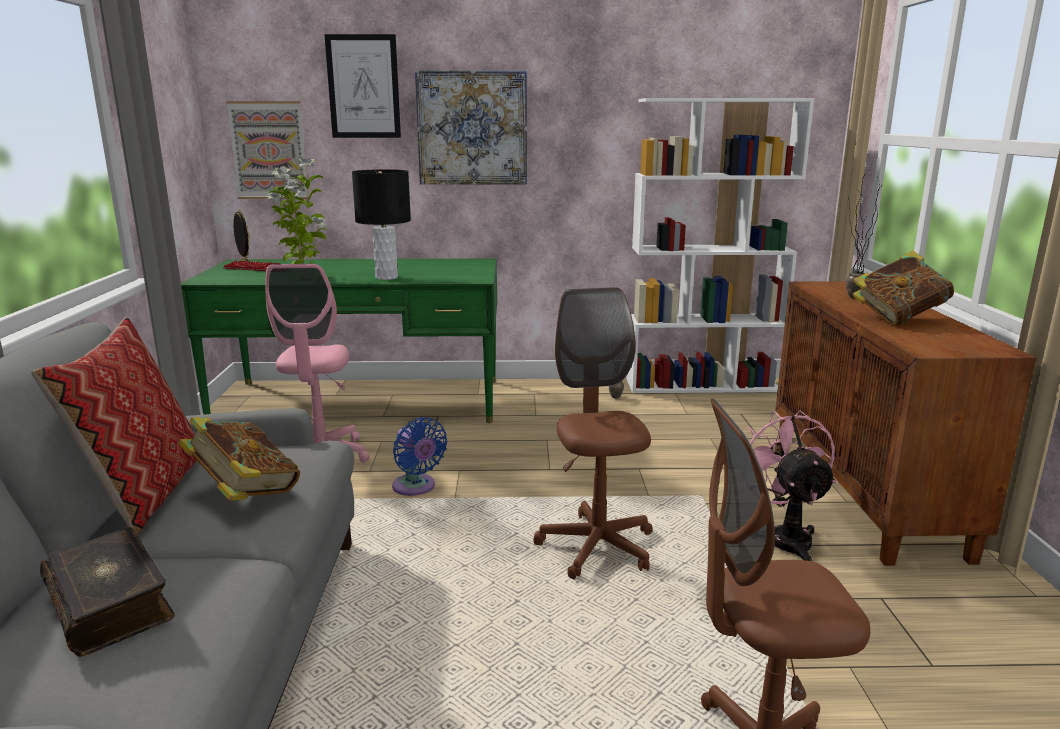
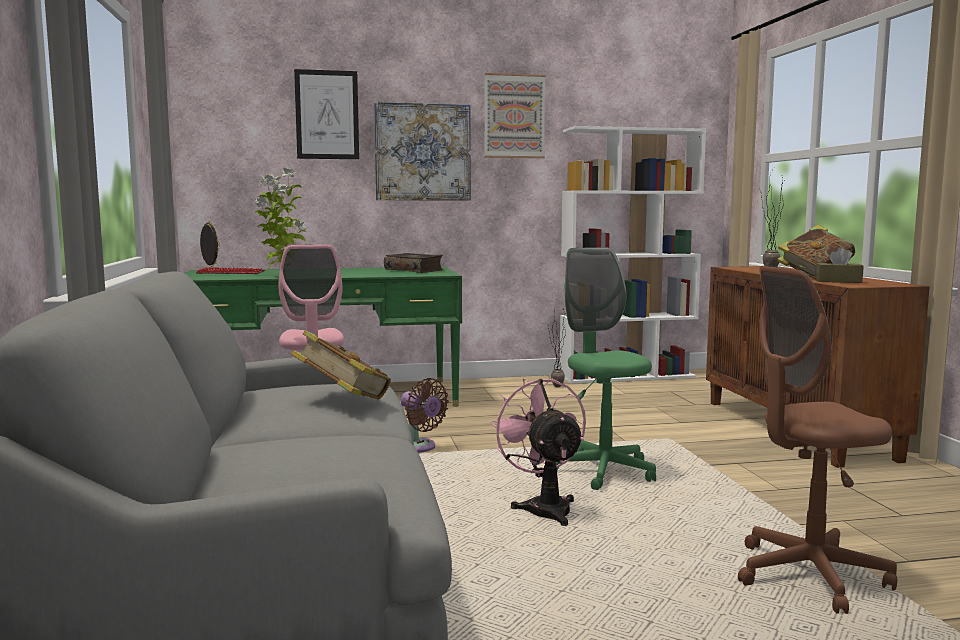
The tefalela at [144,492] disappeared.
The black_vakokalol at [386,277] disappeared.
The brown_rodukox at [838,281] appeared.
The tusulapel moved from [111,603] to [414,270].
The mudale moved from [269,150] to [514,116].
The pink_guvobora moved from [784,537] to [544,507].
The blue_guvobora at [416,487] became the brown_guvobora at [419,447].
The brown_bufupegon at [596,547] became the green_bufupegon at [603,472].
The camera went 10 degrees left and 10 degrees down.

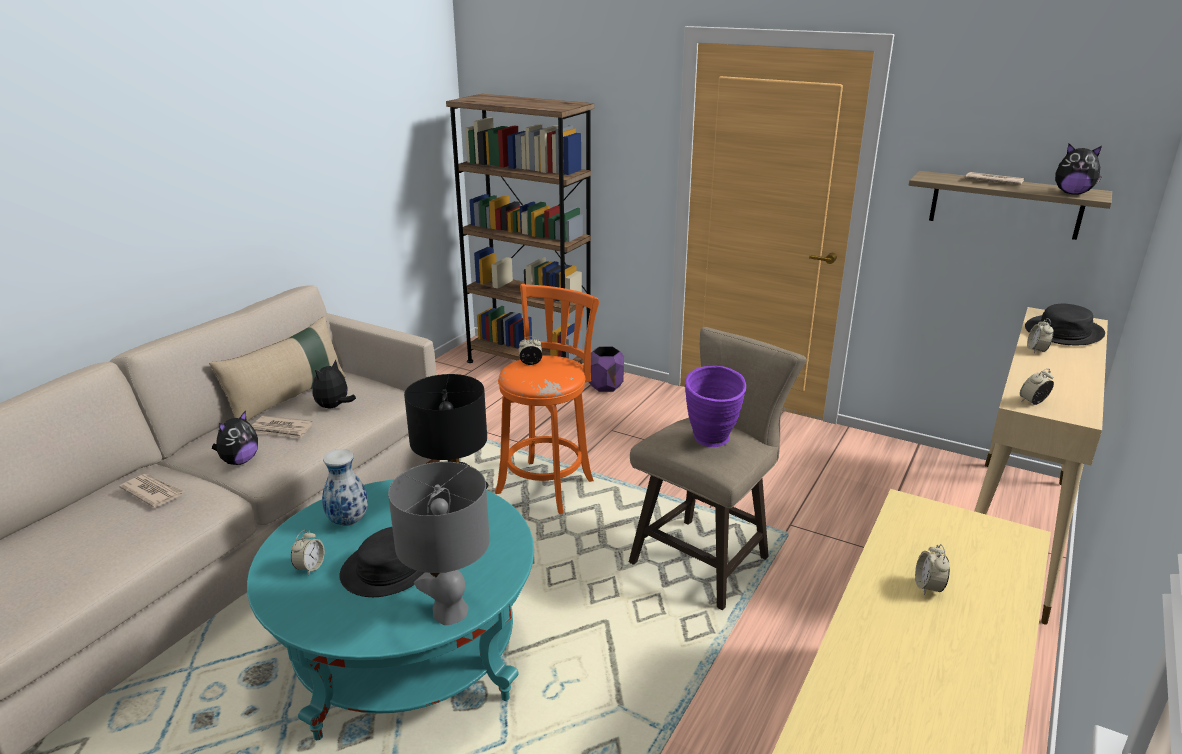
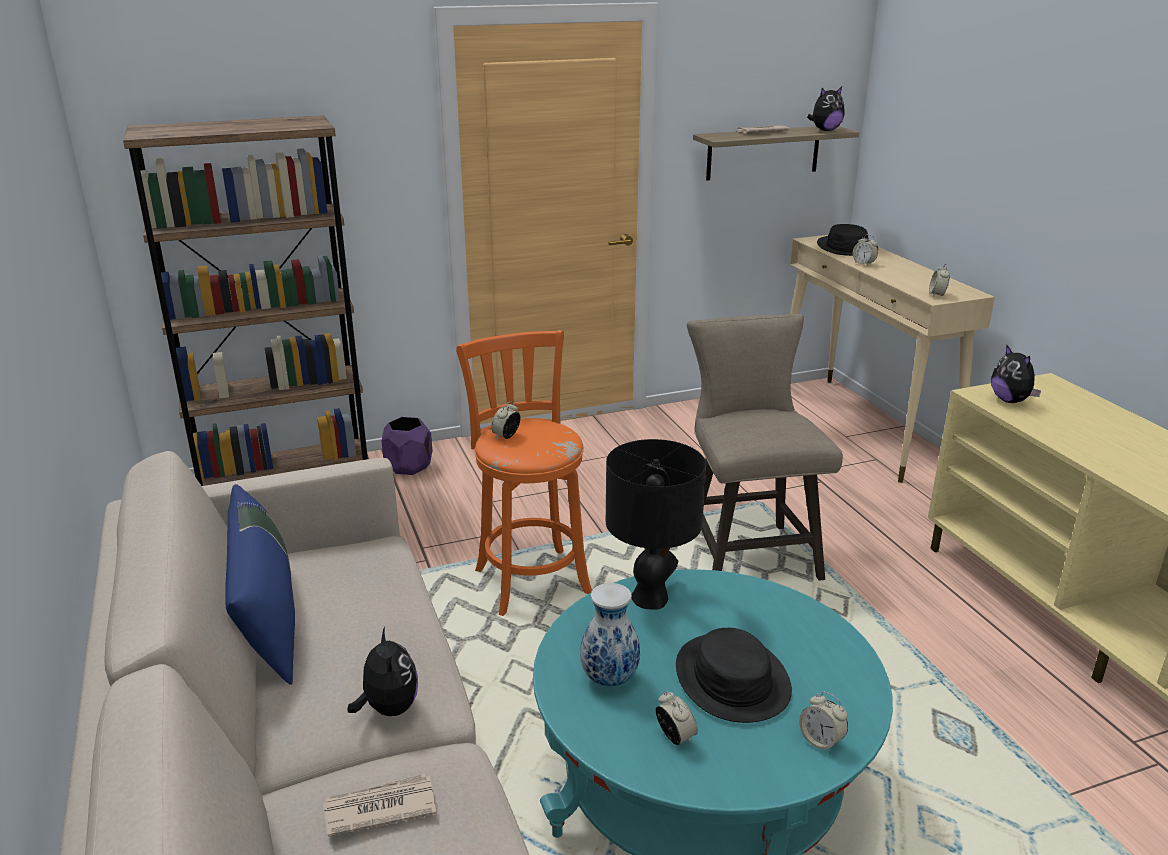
The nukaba at [281,430] disappeared.
The grey_vakokalol at [449,611] disappeared.
The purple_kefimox at [712,443] disappeared.
The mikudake moved from [334,407] to [1010,401].
The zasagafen moved from [928,587] to [821,741].
The beige_tefalela at [288,398] became the blue_tefalela at [268,620].
The camera went 50 degrees left and 0 degrees up.

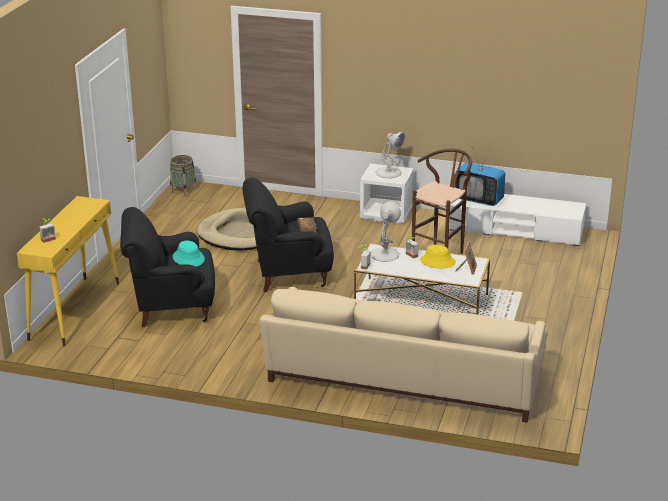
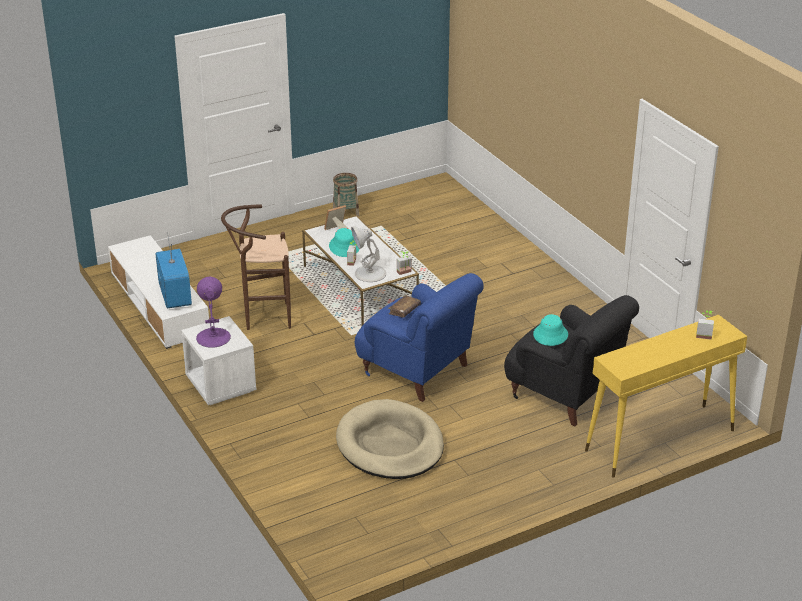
The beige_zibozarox at [404,377] disappeared.
The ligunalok moved from [183,191] to [346,213].
The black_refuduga at [289,273] became the blue_refuduga at [417,371].
The white_vakokalol at [389,172] became the purple_vakokalol at [213,337].
The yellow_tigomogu at [437,262] became the turquoise_tigomogu at [344,246].
The camera went 135 degrees left and 5 degrees up.

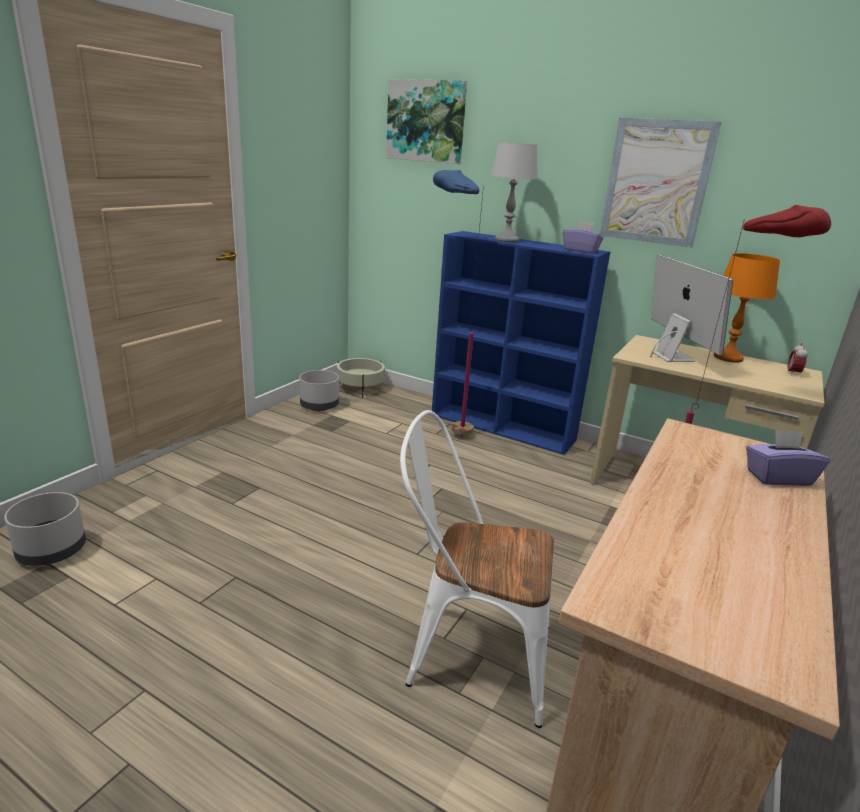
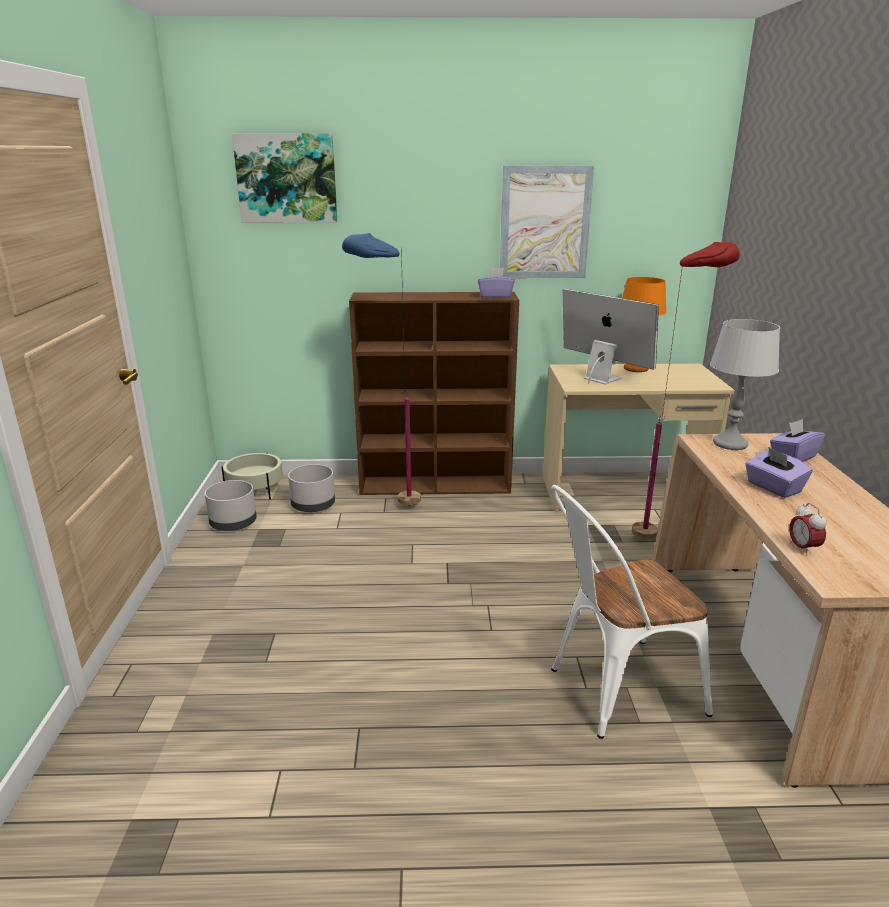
The purple_rodukox at [773,488] appeared.
The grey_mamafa moved from [52,550] to [313,505].
The grey_vakokalol moved from [506,240] to [730,444].
The zasagafen moved from [793,373] to [802,548].
The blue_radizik at [503,427] became the brown_radizik at [436,485].
The camera went 30 degrees left and 0 degrees up.

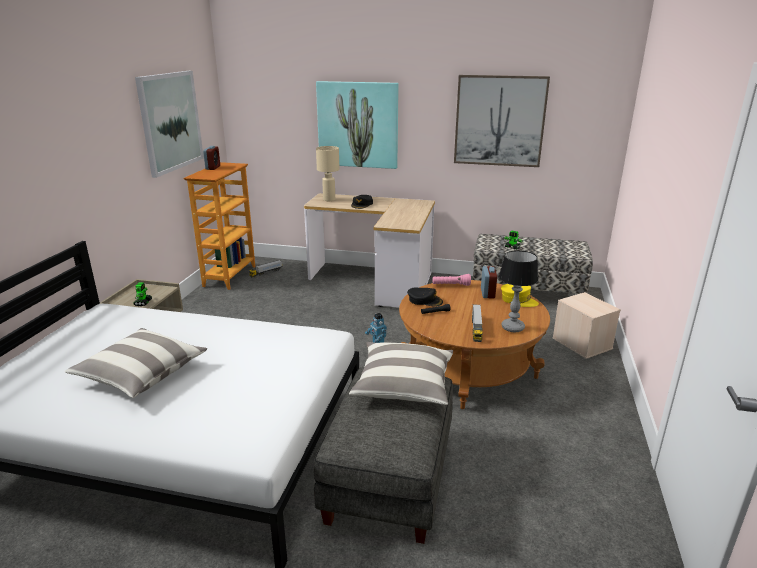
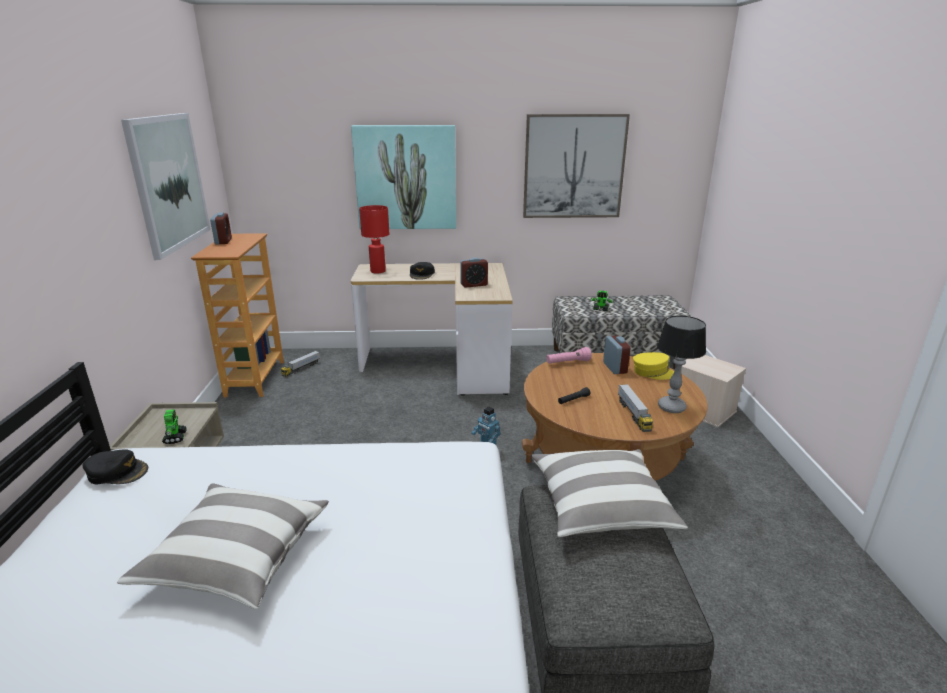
The zasagafen at [474,285] appeared.
The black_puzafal moved from [425,300] to [117,472].
The beige_vakokalol at [329,200] became the red_vakokalol at [378,271].
The camera went 15 degrees left and 0 degrees up.

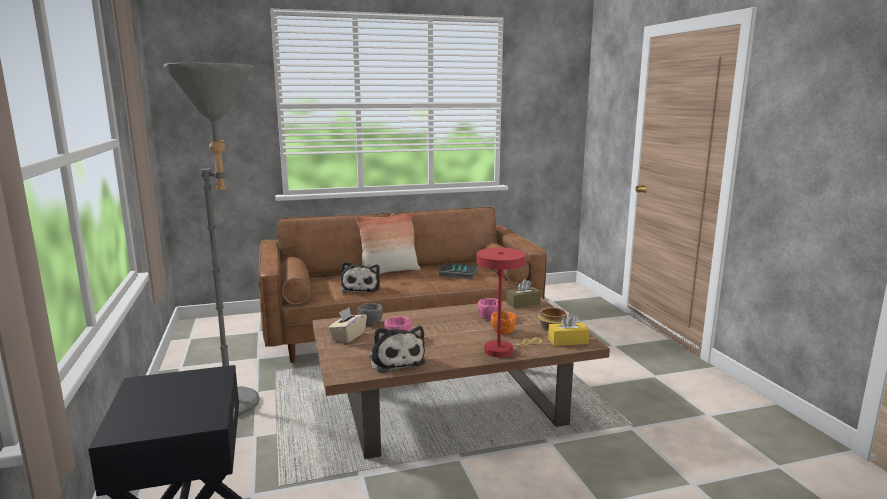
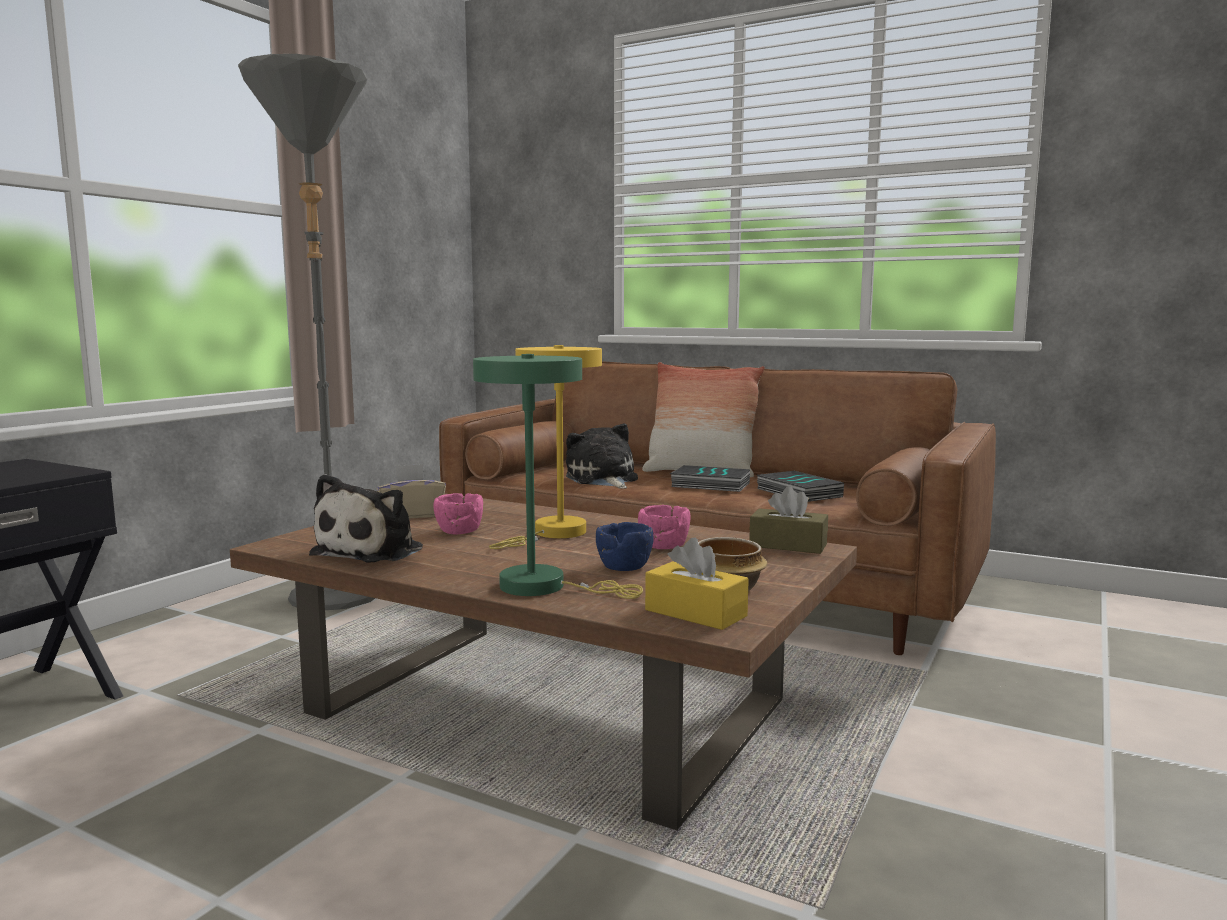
The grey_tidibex at [371,322] disappeared.
The yellow_vakokalol at [554,534] appeared.
The tusulapel at [709,485] appeared.
The red_vakokalol at [503,350] became the green_vakokalol at [544,586].
The orange_tidibex at [503,331] became the blue_tidibex at [624,567].
The mikudake at [361,288] turned 120 degrees clockwise.
The camera went 45 degrees right and 5 degrees down.

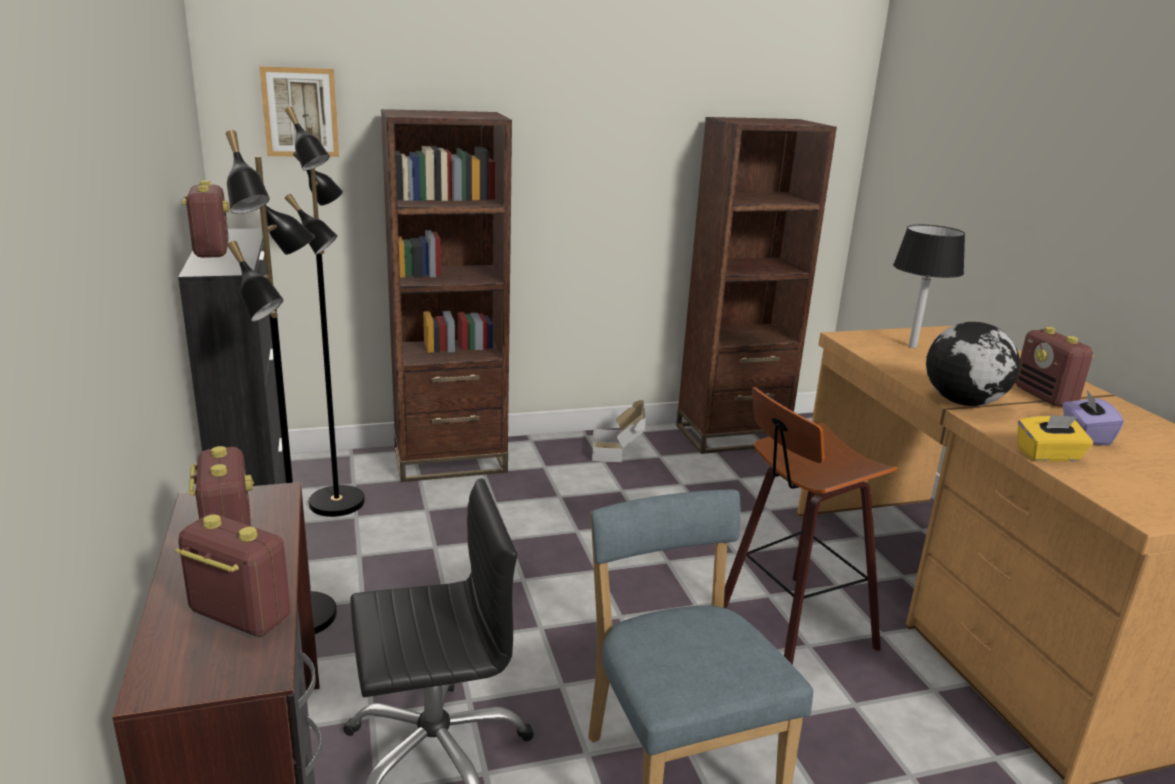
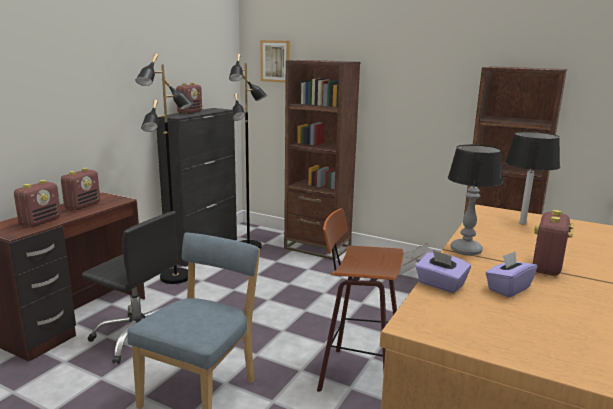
The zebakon at [964,402] was replaced by the vakokalol at [466,251].
The yellow_rodukox at [1048,456] became the purple_rodukox at [440,285].
The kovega at [239,616] turned 45 degrees clockwise.
The camera went 45 degrees right and 5 degrees down.

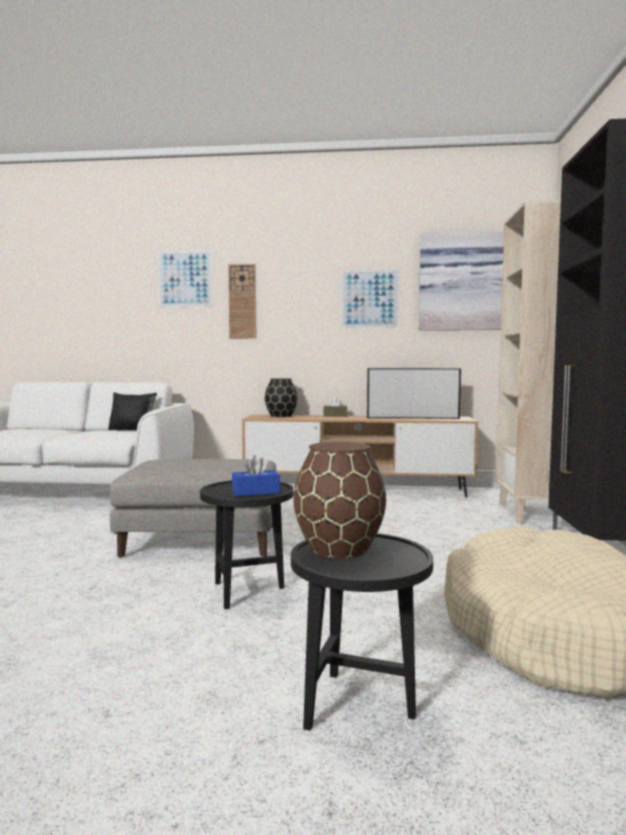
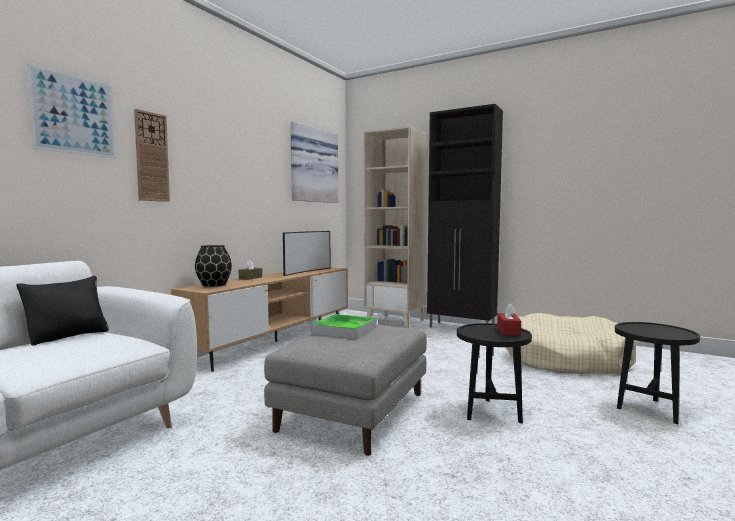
The brown_kefimox at [338,548] disappeared.
The mudale at [370,299] disappeared.
The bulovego at [344,330] appeared.
The blue_rodukox at [255,492] became the red_rodukox at [508,330].
The camera went 65 degrees left and 0 degrees up.

